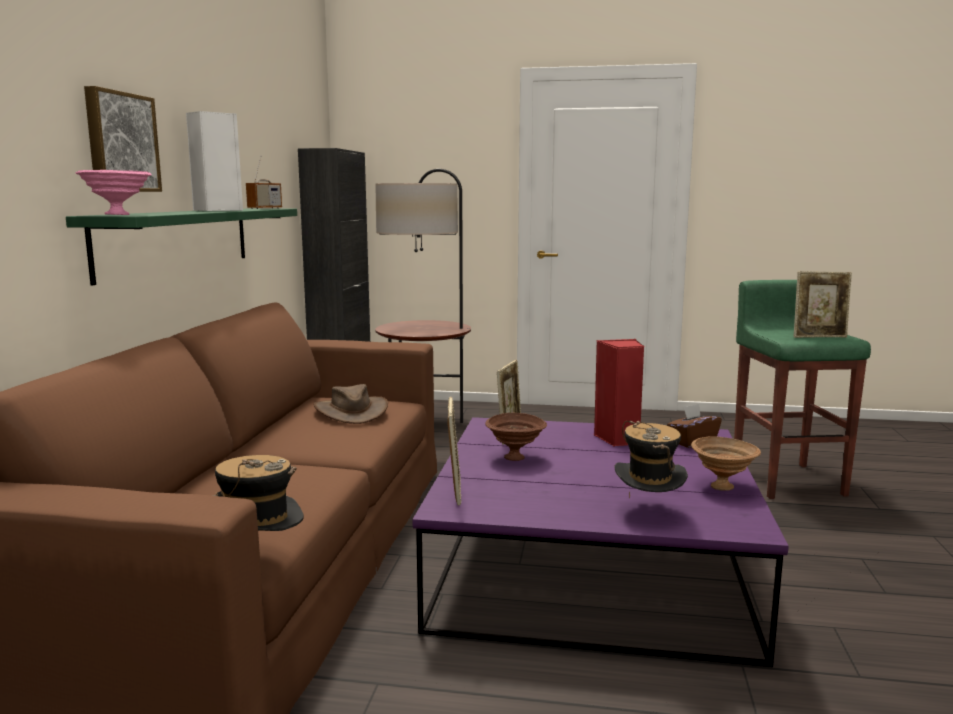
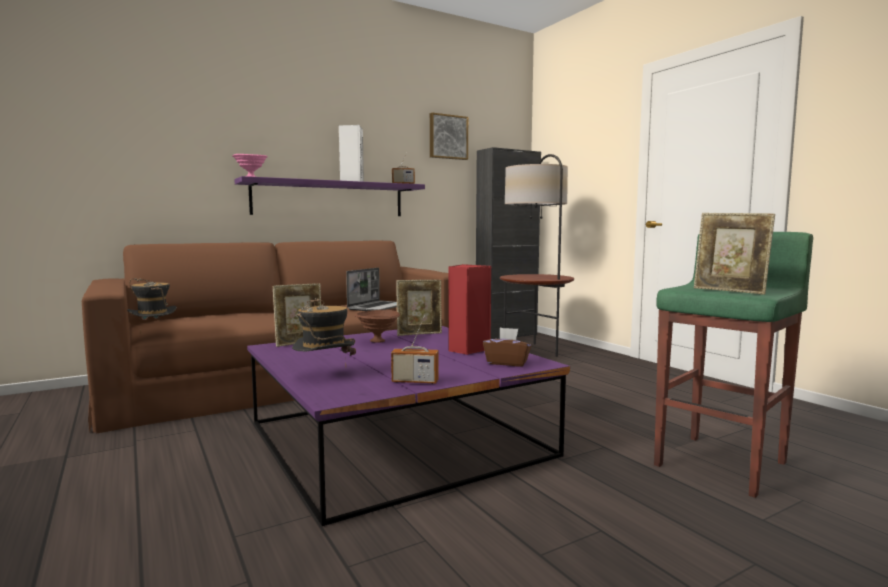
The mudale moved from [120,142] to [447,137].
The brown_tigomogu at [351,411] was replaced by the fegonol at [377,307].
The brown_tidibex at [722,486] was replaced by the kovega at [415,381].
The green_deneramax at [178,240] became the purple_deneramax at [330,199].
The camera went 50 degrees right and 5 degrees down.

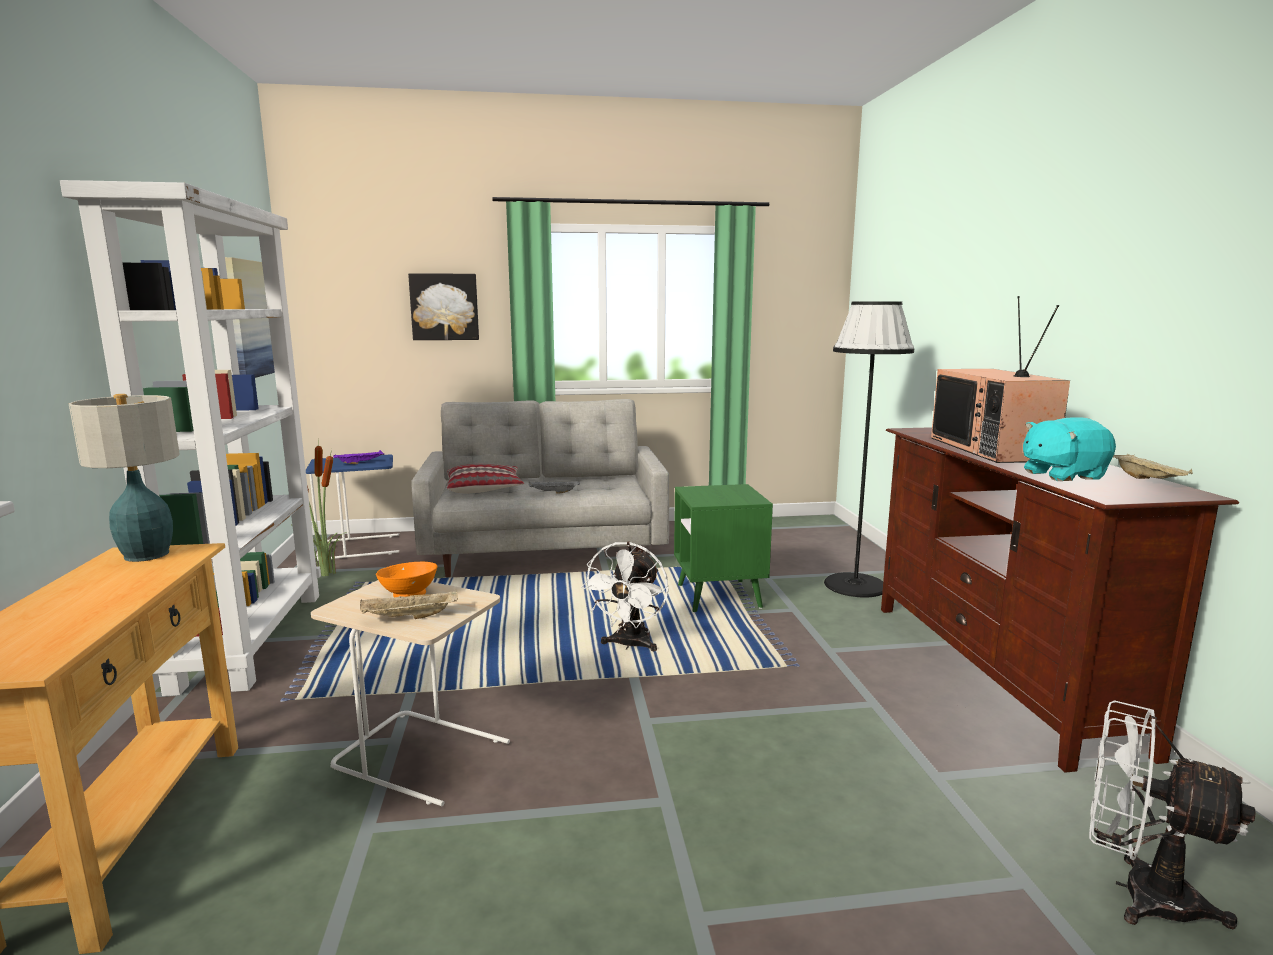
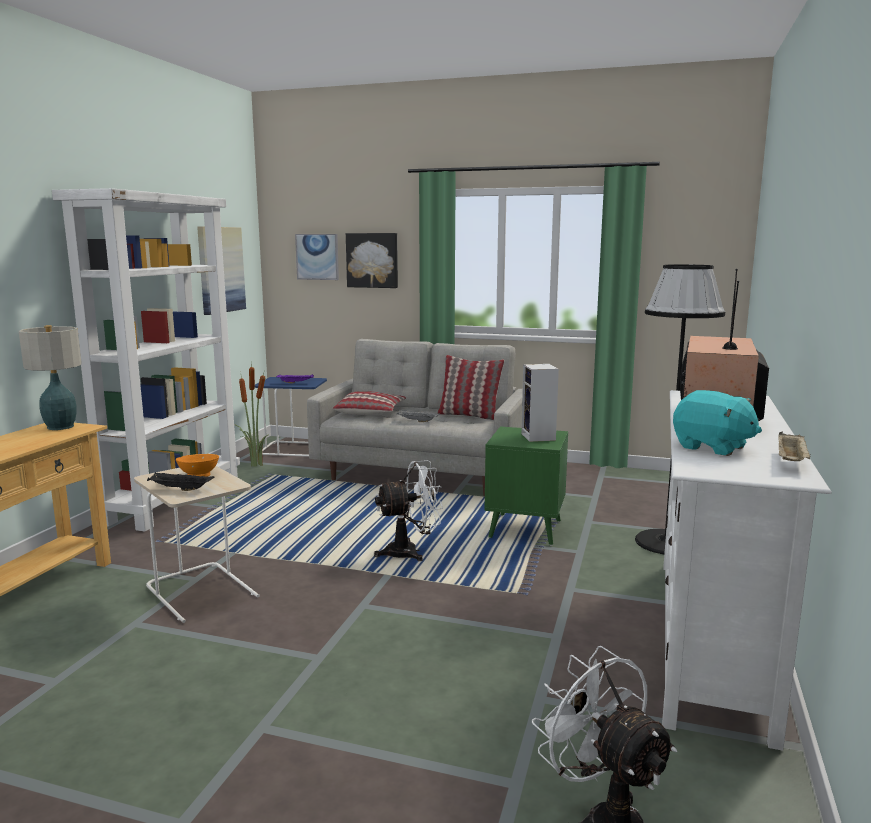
The mudale at [317,256] appeared.
The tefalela at [469,415] appeared.
The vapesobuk at [539,437] appeared.
The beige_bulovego at [409,618] became the black_bulovego at [180,489].
The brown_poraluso at [997,671] became the white_poraluso at [711,639].
The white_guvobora at [629,645] turned 150 degrees counterclockwise.
The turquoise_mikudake at [1061,475] turned 150 degrees counterclockwise.
The camera went 25 degrees right and 0 degrees up.

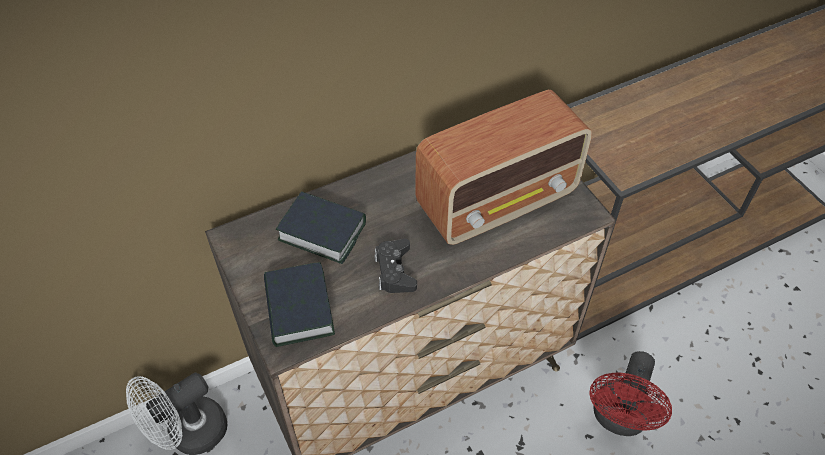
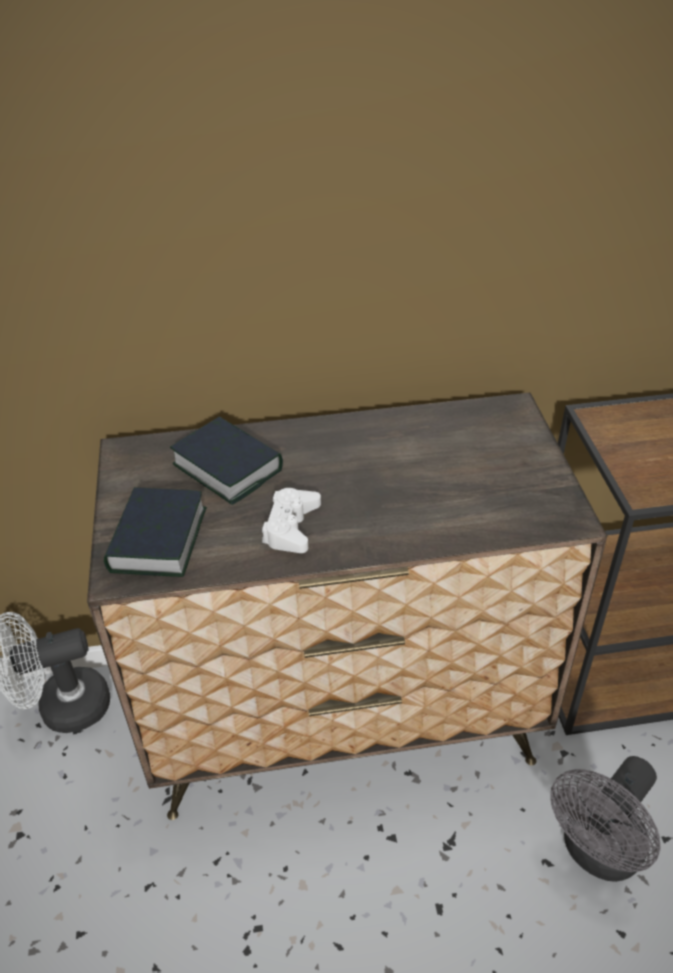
The kovega at [499,201] disappeared.
The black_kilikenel at [395,271] became the white_kilikenel at [291,527].
The red_guvobora at [618,419] became the grey_guvobora at [597,853].
The camera went 20 degrees right and 10 degrees down.

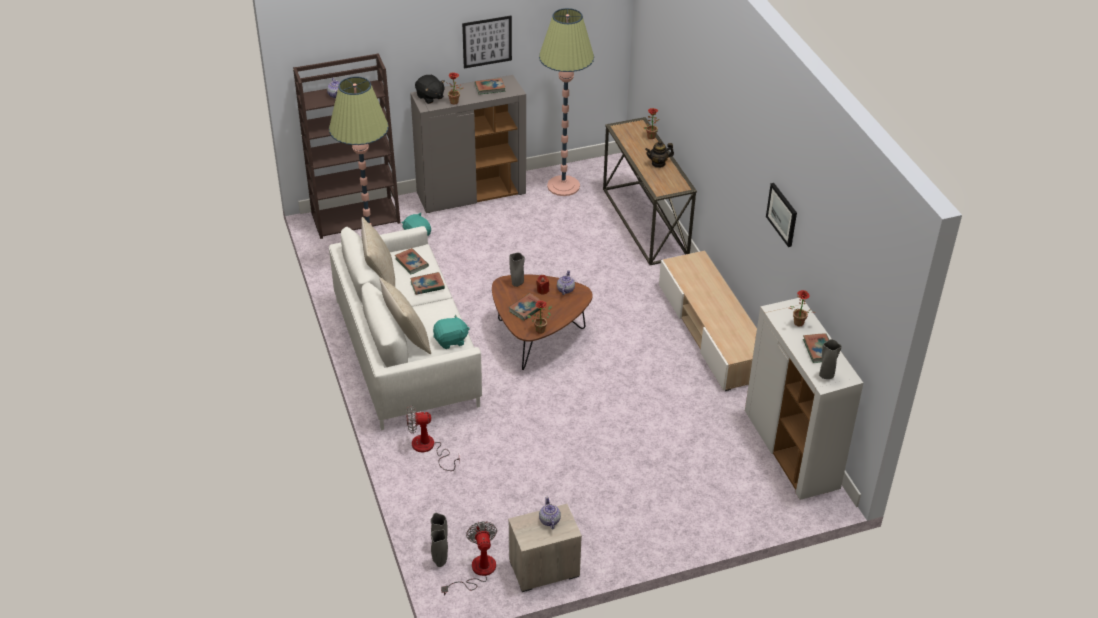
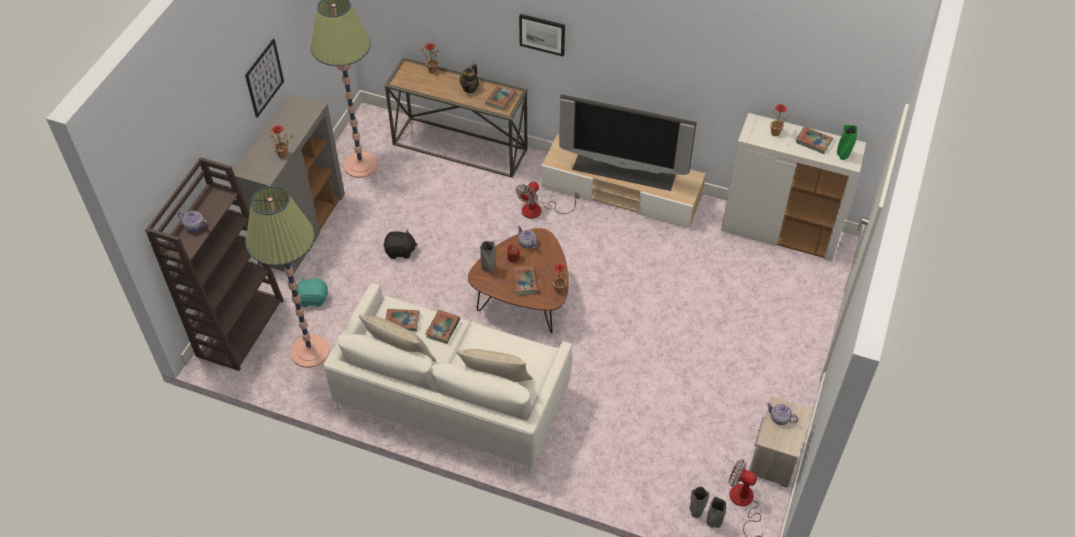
The turquoise_mikudake at [451,341] disappeared.
The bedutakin at [625,169] appeared.
The guvobora moved from [428,448] to [539,210].
The black_mikudake moved from [430,97] to [400,251].
The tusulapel moved from [490,88] to [500,99].
The mudale moved from [782,214] to [542,34].
The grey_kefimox at [826,375] became the green_kefimox at [843,156].
The camera went 50 degrees left and 10 degrees up.

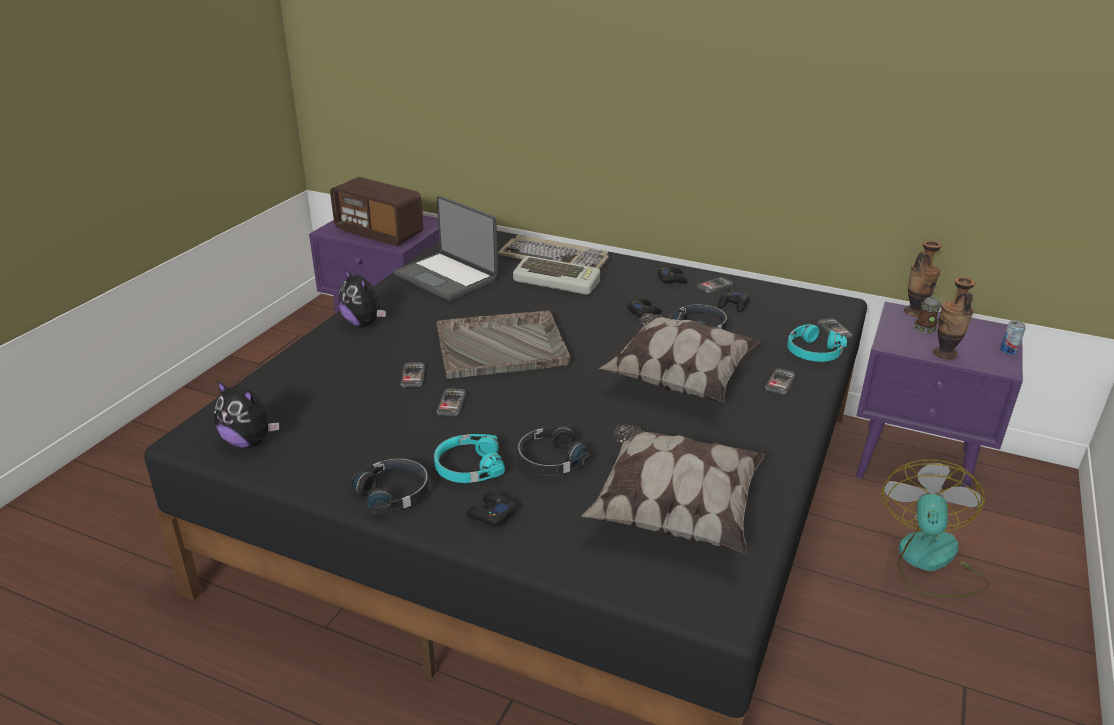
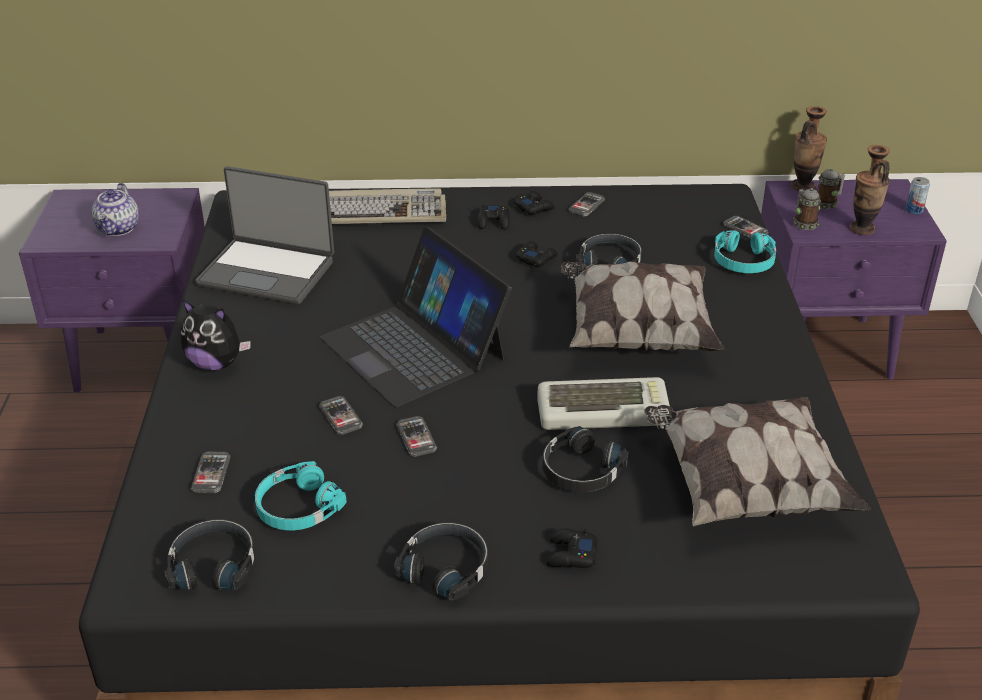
The guvobora at [929,562] disappeared.
The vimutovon at [803,223] appeared.
The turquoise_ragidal moved from [468,467] to [297,507].
The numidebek moved from [558,281] to [603,411].
The black_kilikenel moved from [734,305] to [494,222].
The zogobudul moved from [780,383] to [211,474].
The mikudake at [249,441] was replaced by the black_ragidal at [213,565].
The kovega at [379,233] was replaced by the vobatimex at [119,228].
The grey_bulovego at [502,346] was replaced by the fegonol at [414,347].
The camera went 25 degrees left and 5 degrees up.

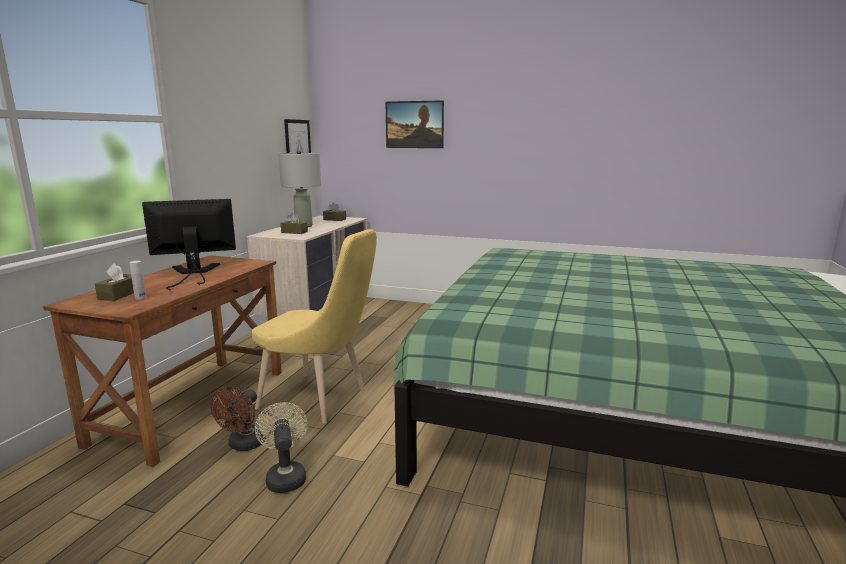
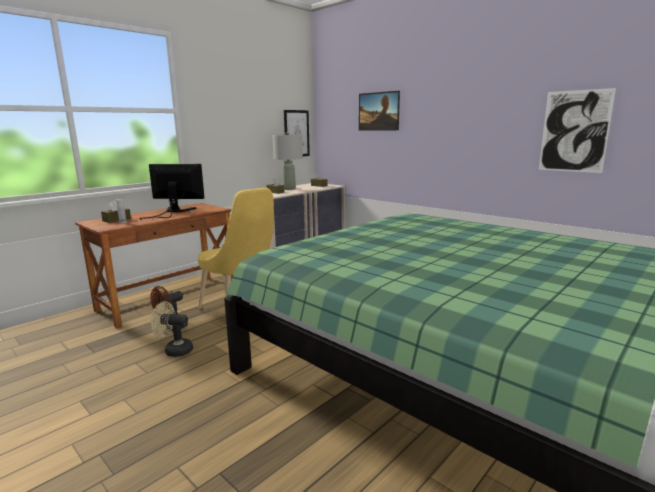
The mudale at [574,131] appeared.
The beige_guvobora at [285,476] turned 90 degrees counterclockwise.
The camera went 25 degrees right and 0 degrees up.

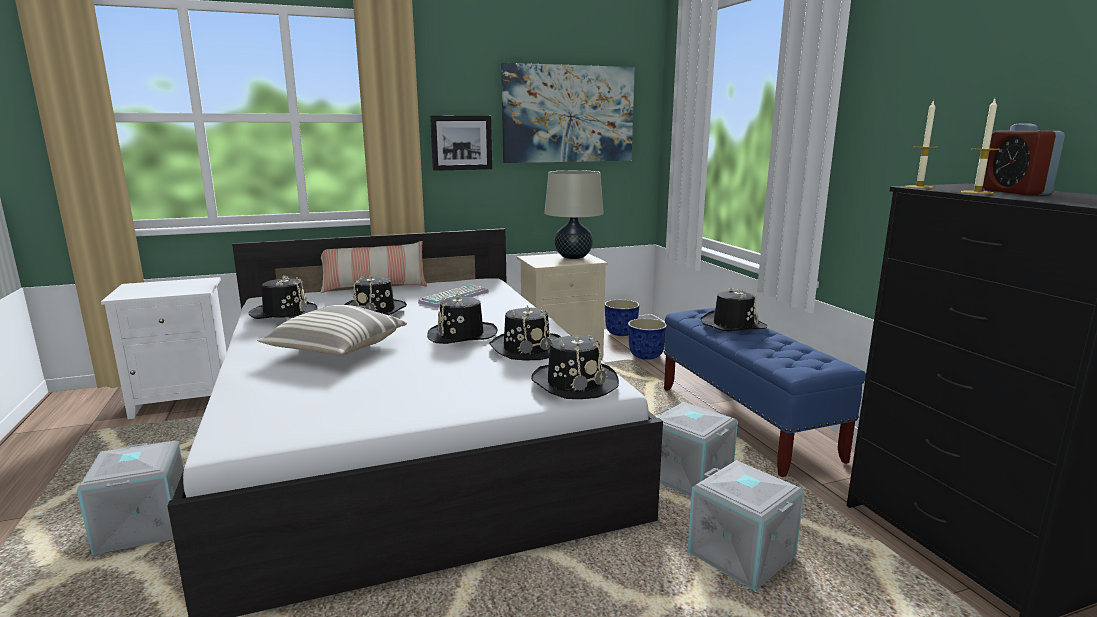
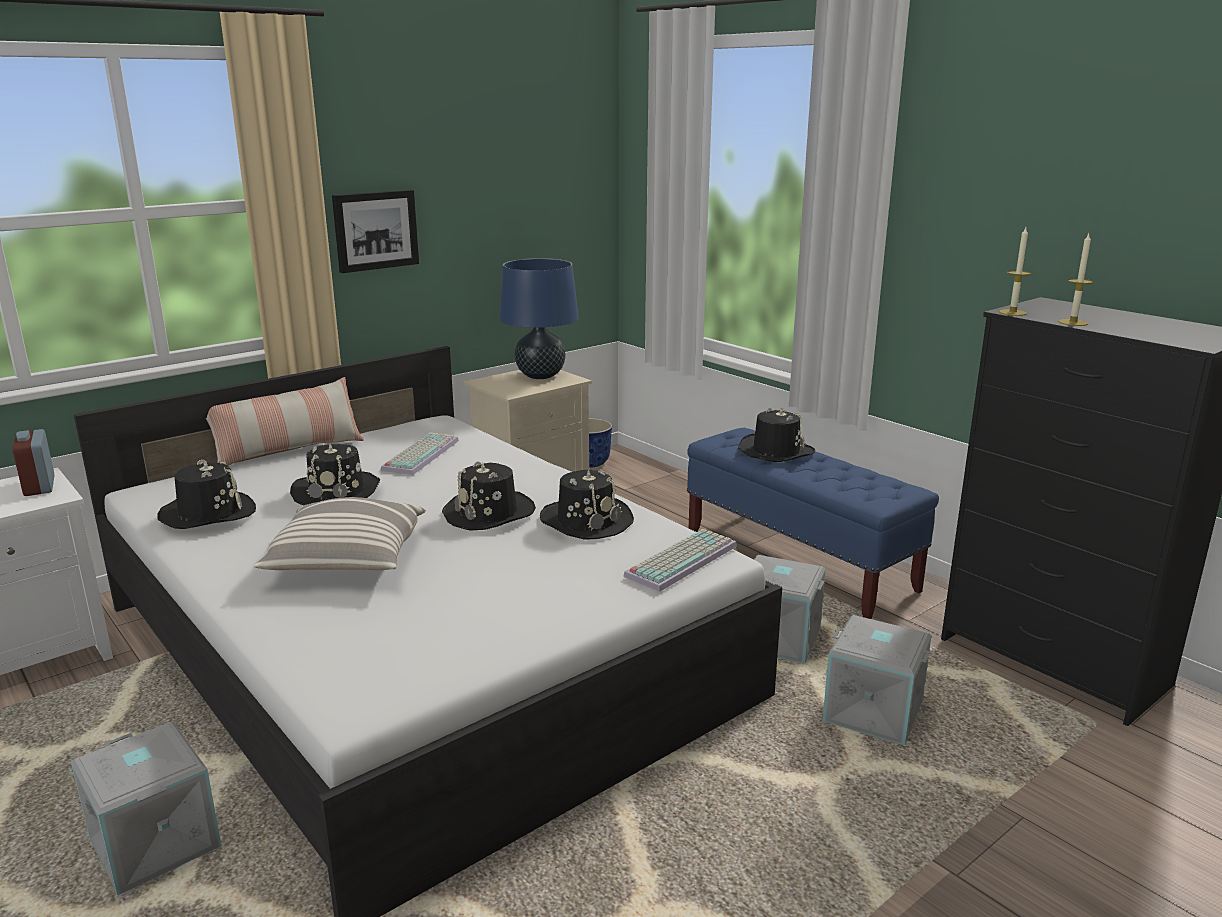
The mudale at [568,114] disappeared.
The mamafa at [645,356] disappeared.
The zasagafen moved from [1015,192] to [39,486].
The black_tigomogu at [574,383] was replaced by the numidebek at [680,559].
The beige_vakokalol at [573,257] became the blue_vakokalol at [540,376].
The camera went 20 degrees left and 5 degrees up.

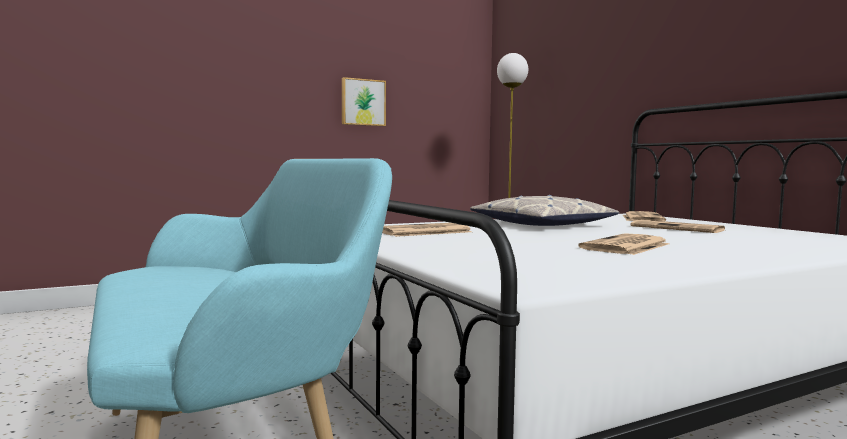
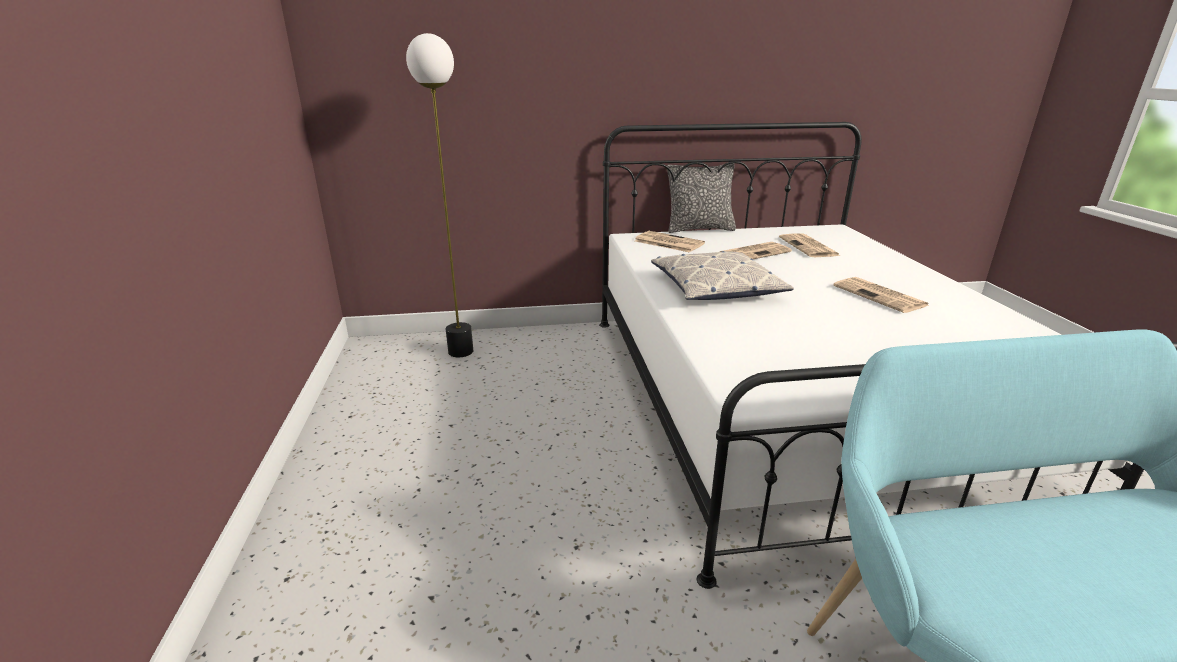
The mudale at [363,102] disappeared.
The tefalela at [699,229] appeared.
The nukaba moved from [423,232] to [809,247].
The camera went 70 degrees left and 20 degrees up.

